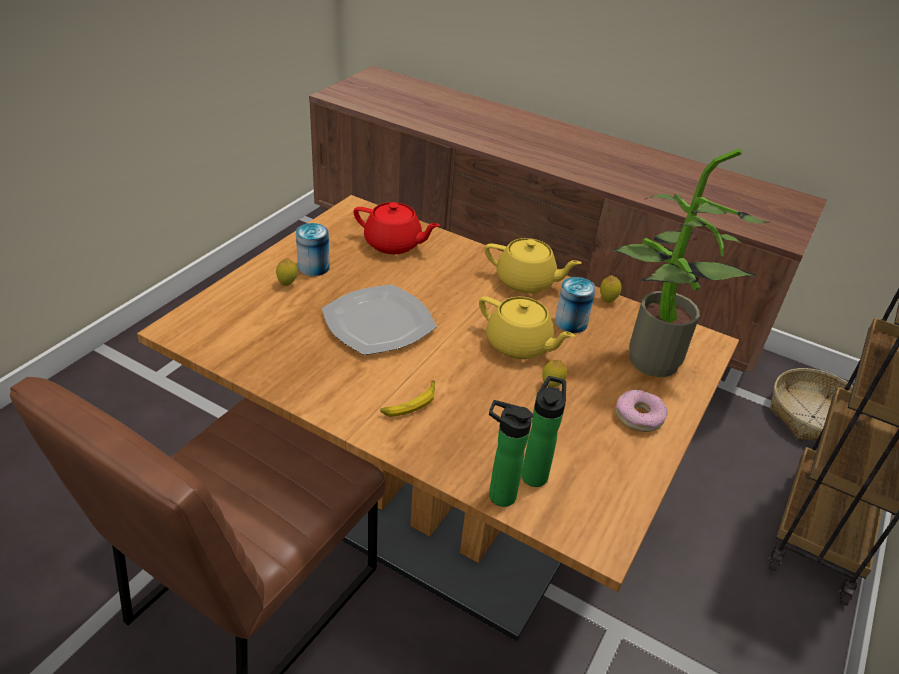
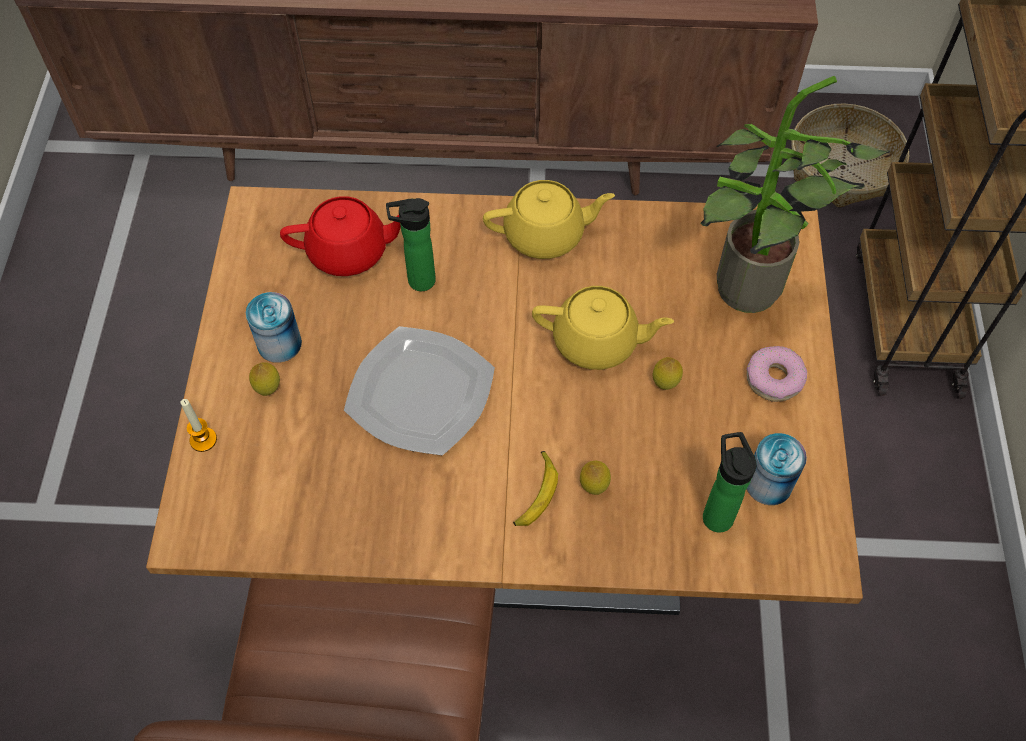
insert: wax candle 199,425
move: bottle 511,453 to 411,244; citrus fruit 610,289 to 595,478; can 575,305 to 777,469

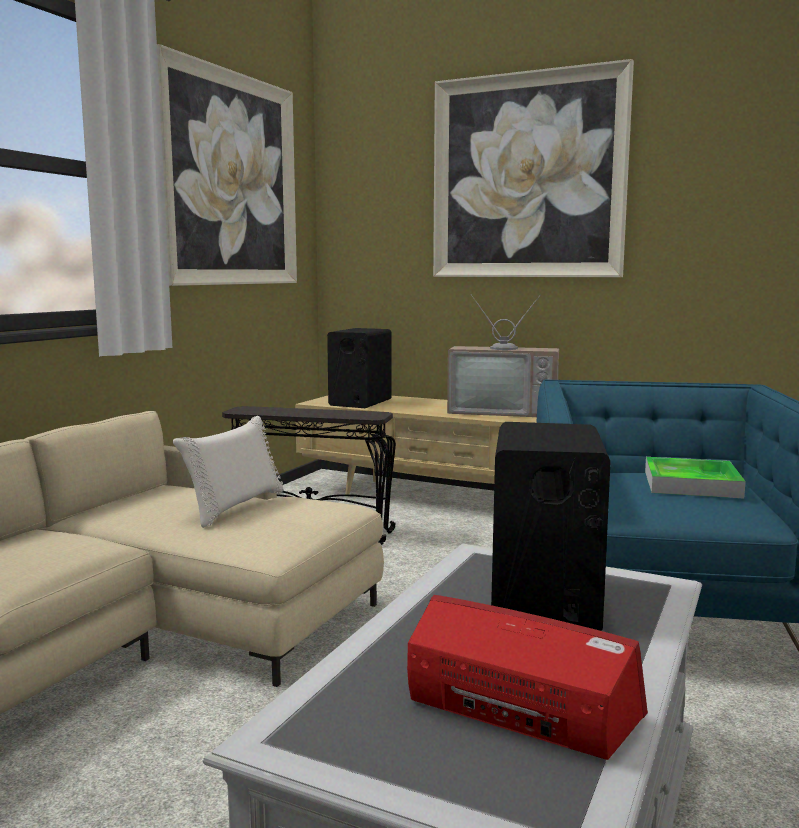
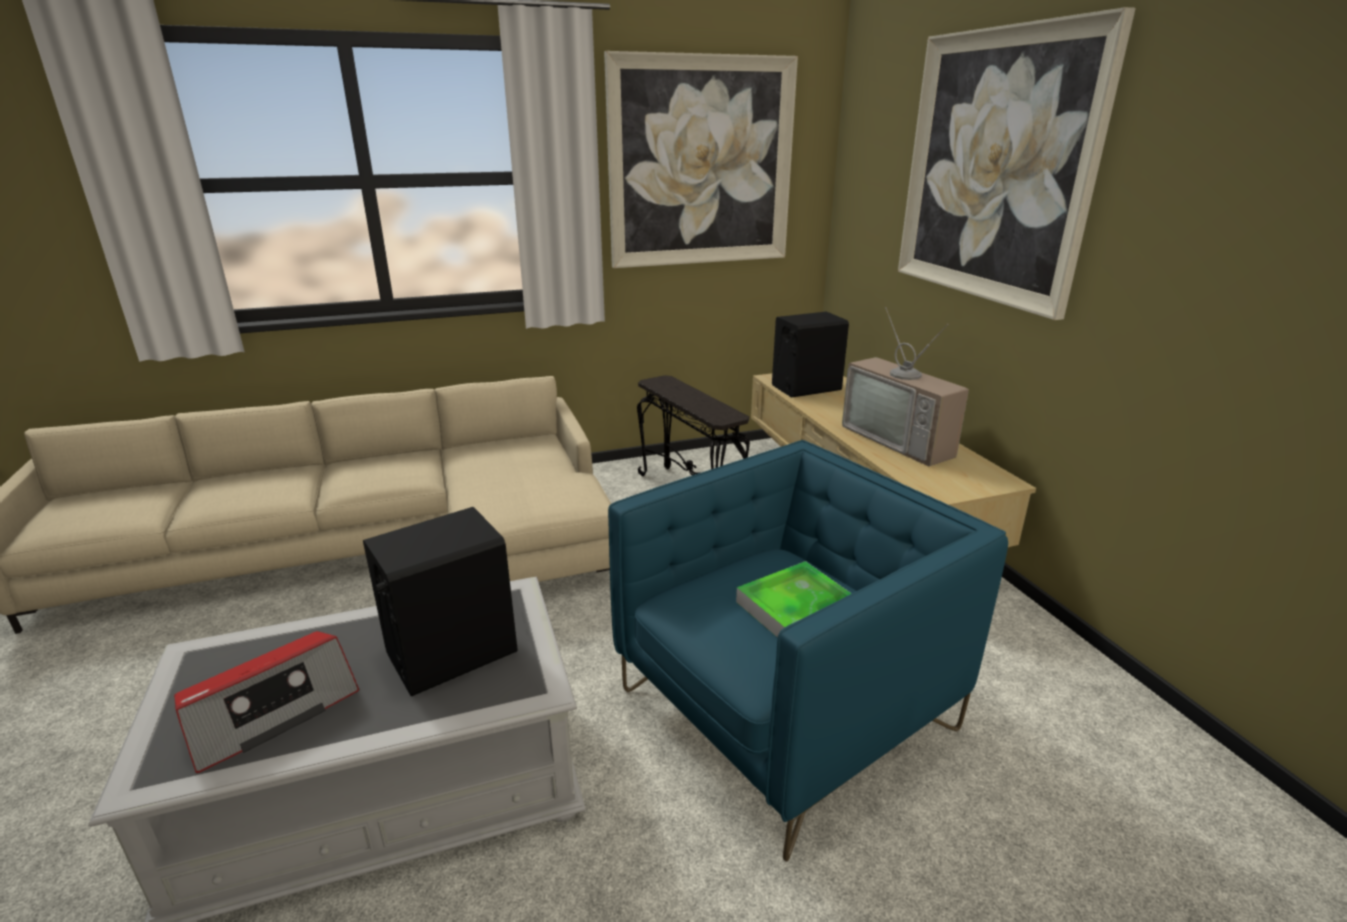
delete: whitish throw pillow 228,472
rotate: radio set 527,677 = 266,702 60 degrees clockwise

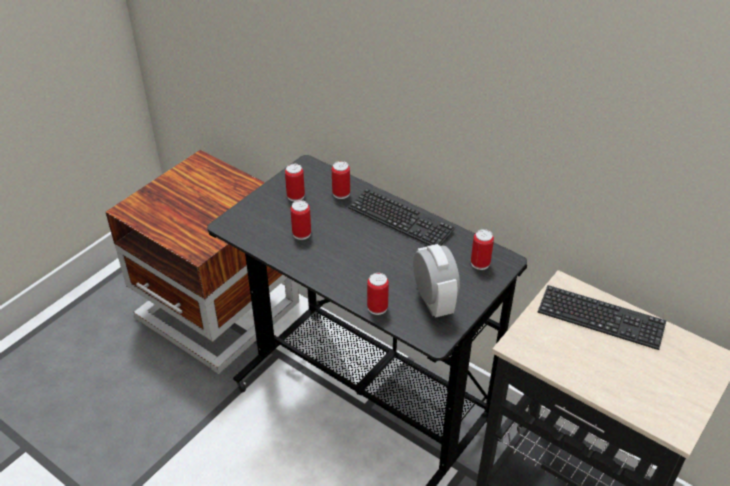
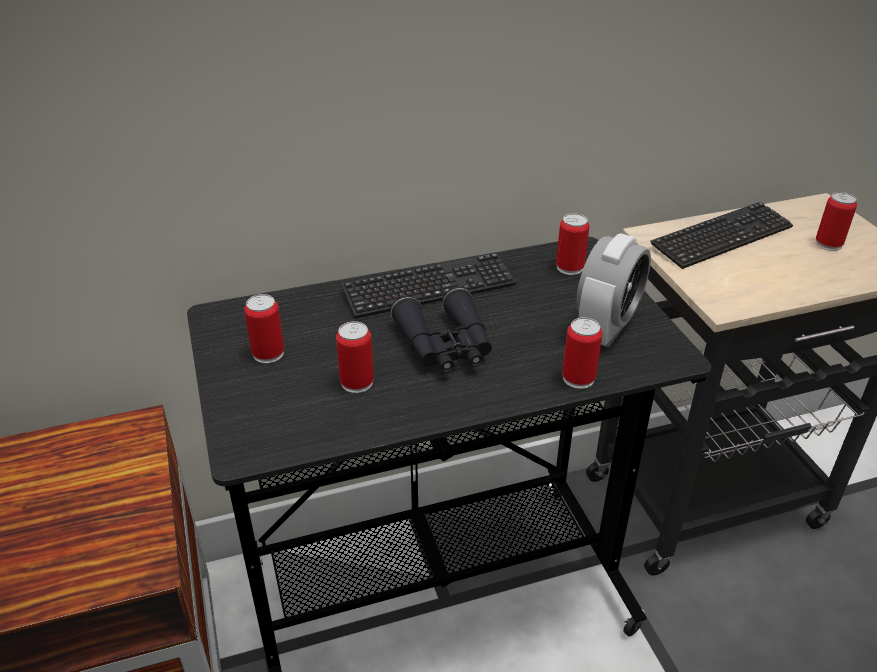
insert: blackish pair of binoculars 441,329
move: can 341,180 to 836,221
rotate: alarm clock 436,281 = 613,290 105 degrees clockwise

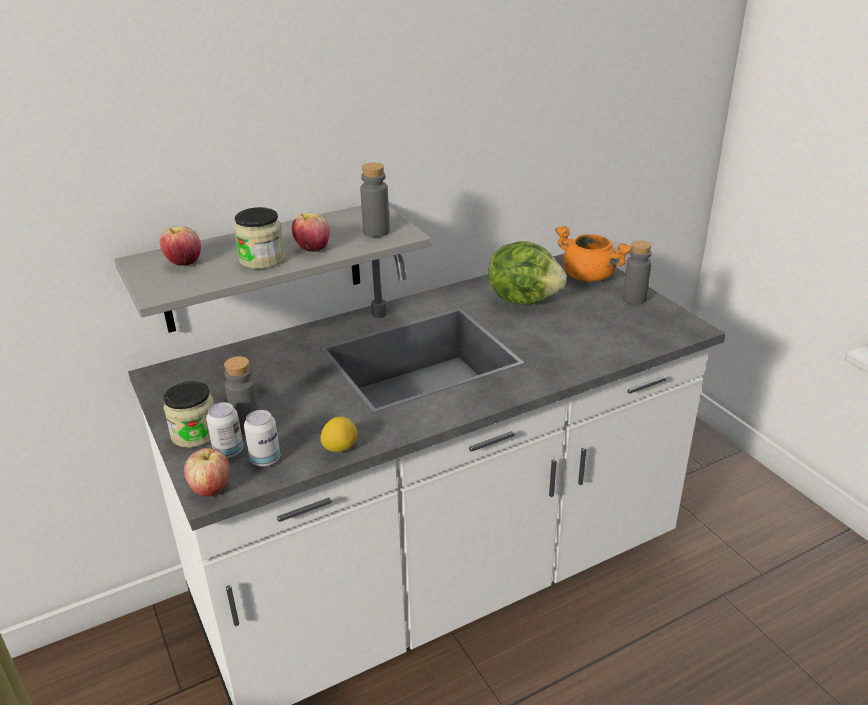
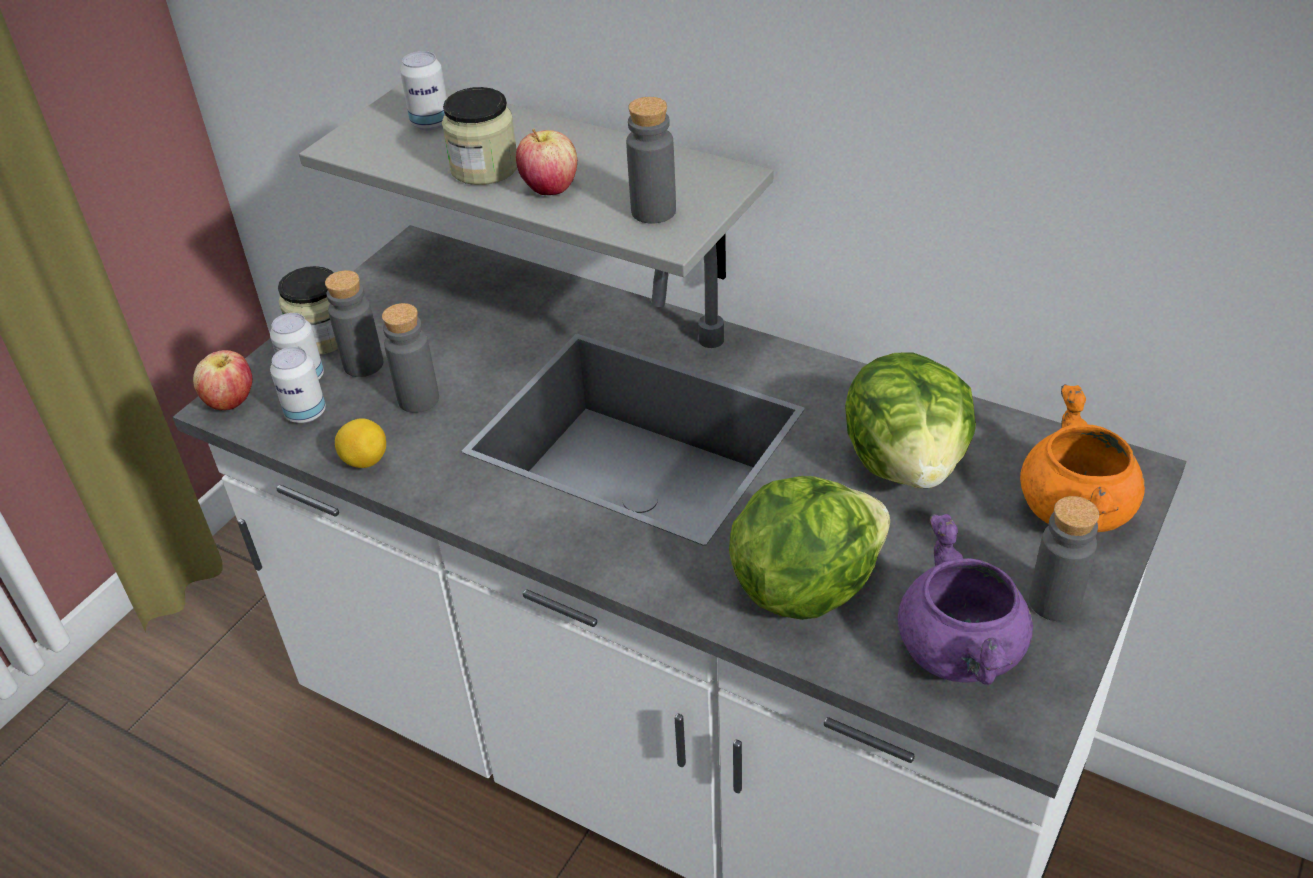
insert: greyish bottle 410,358; head of lettuce 809,548; purplish saucepot 965,599
replace: whole apple 180,246 to can 423,91

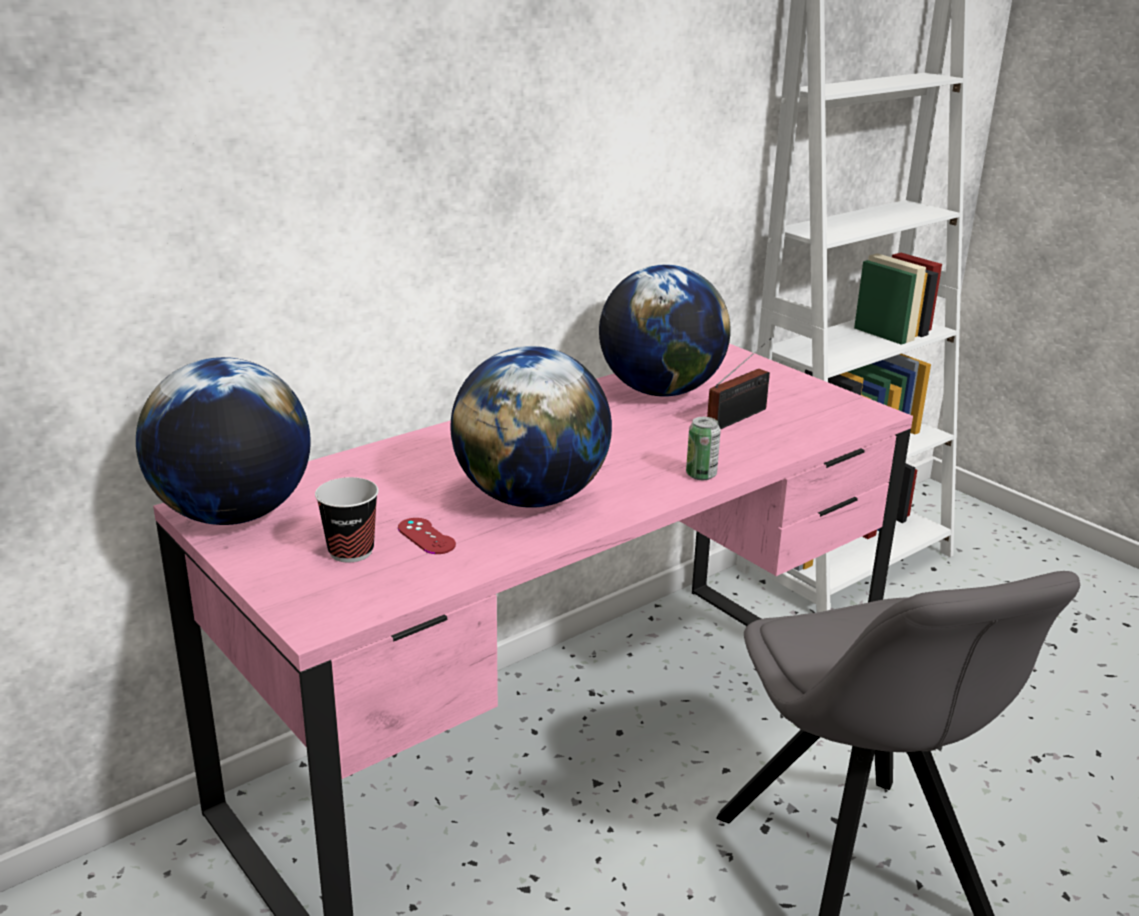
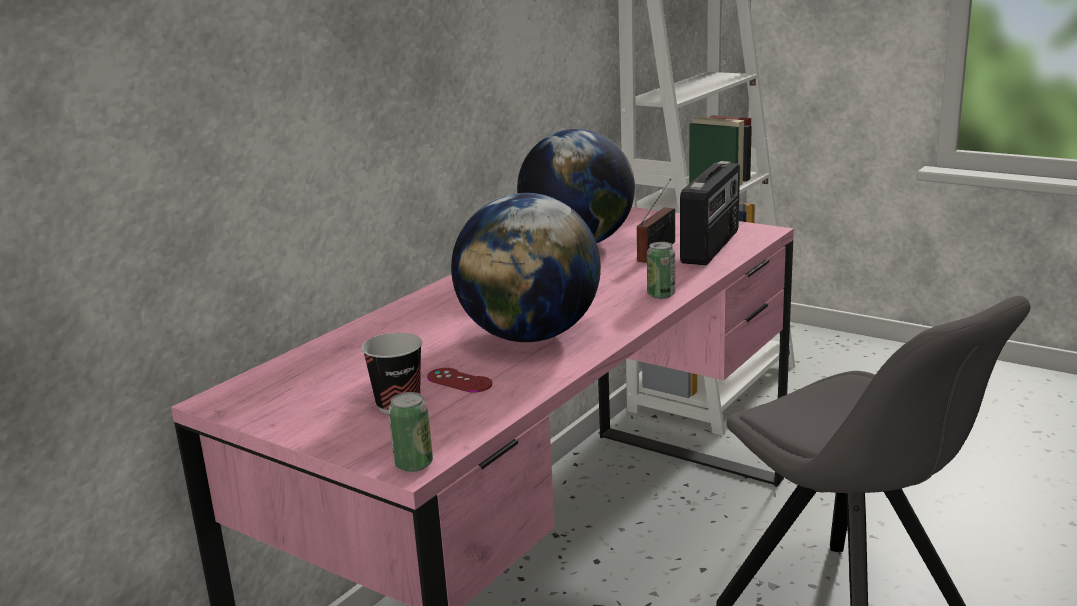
delete: desk globe 223,441
insert: can 410,432; radio set 710,213

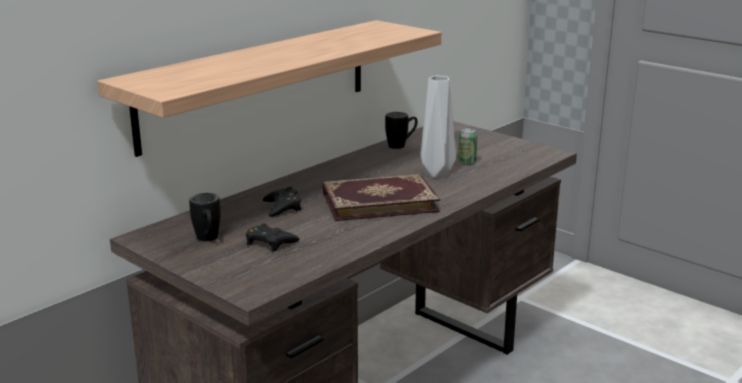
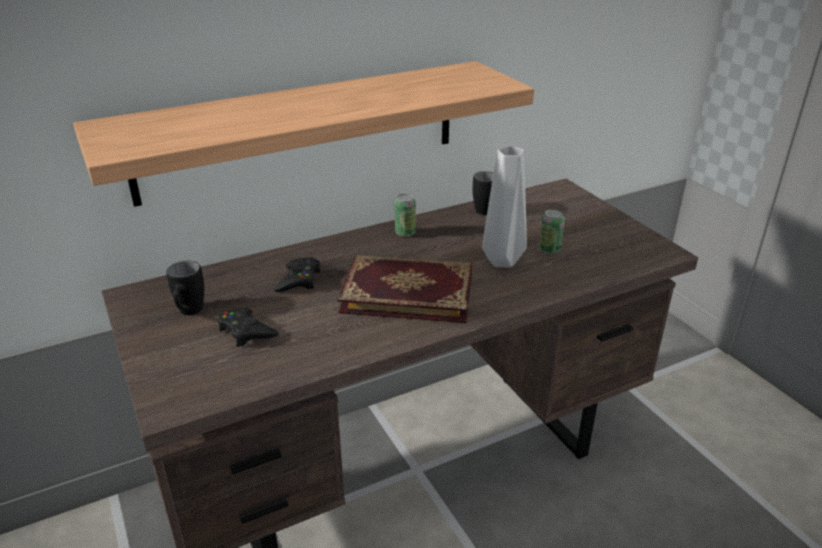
insert: can 405,215

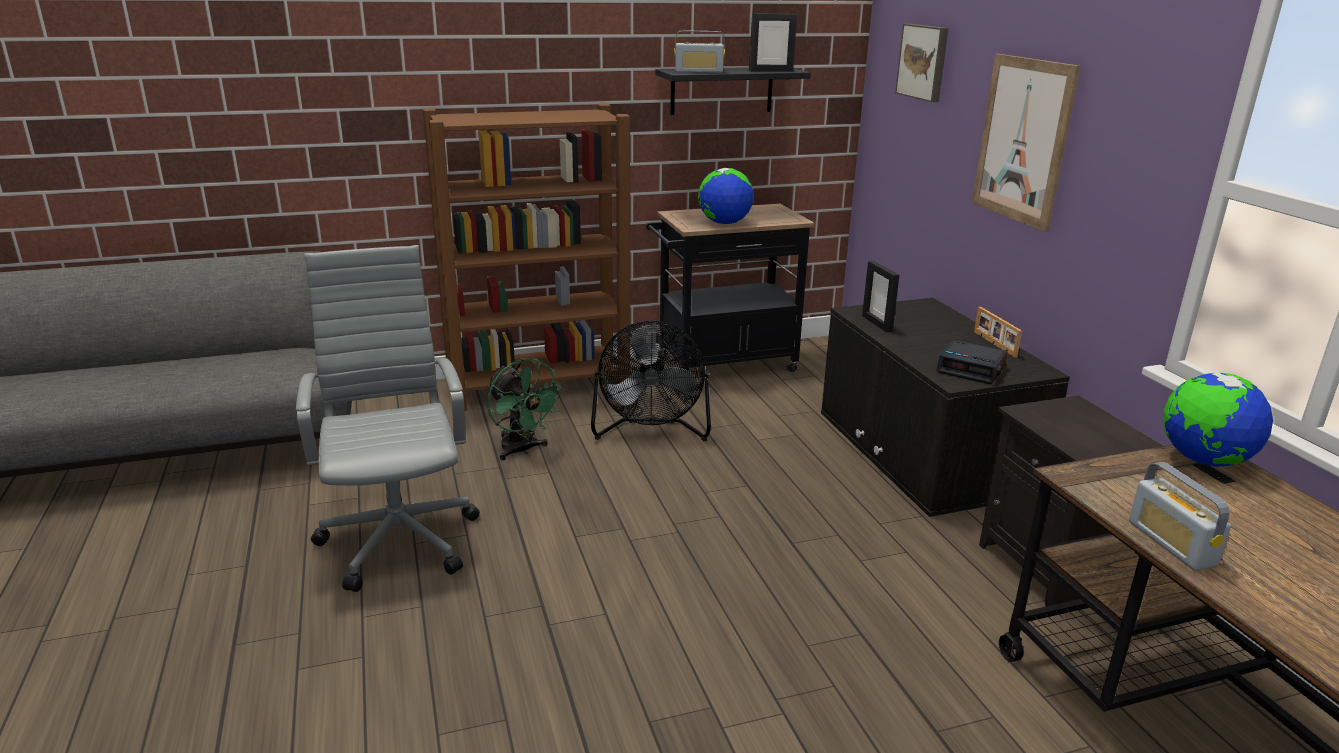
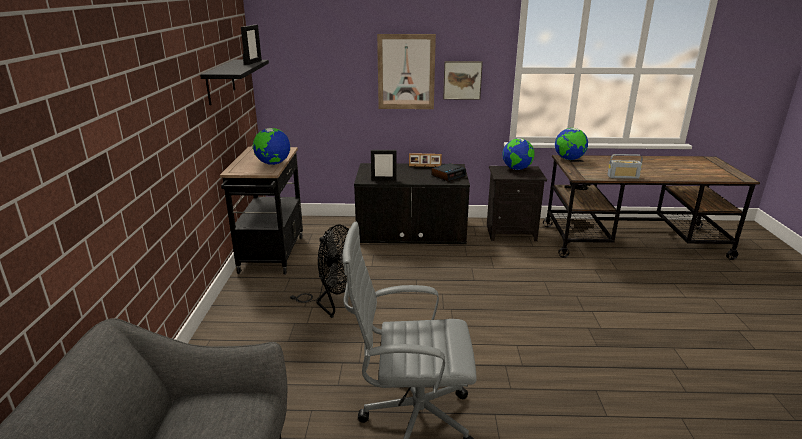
delete: brown-coloured bookcase 526,257; green fan 526,409; radio set 699,51
insert: desk globe 518,154
move: picture 922,63 to 463,80

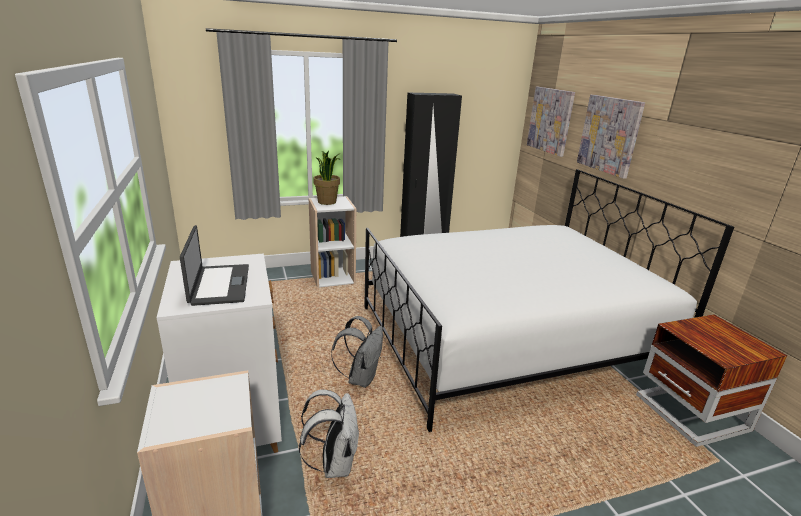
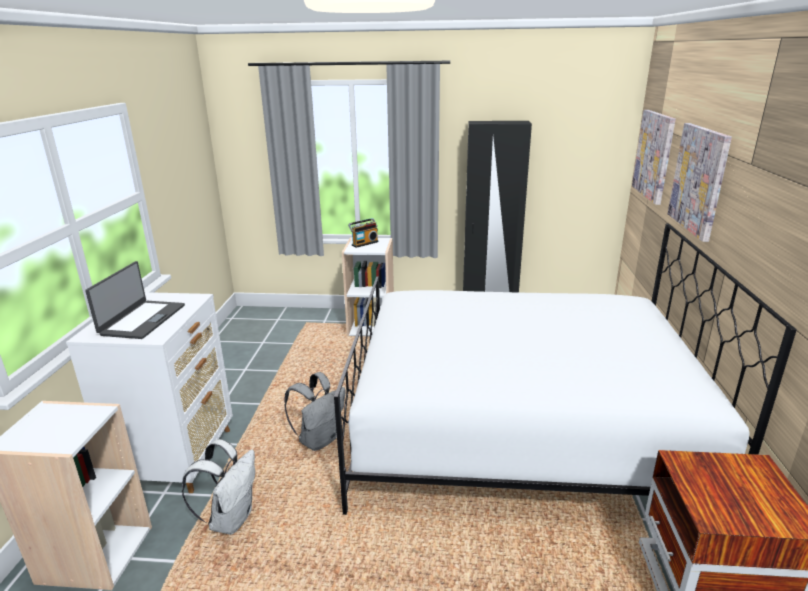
replace: potted plant 327,178 to radio set 363,233

